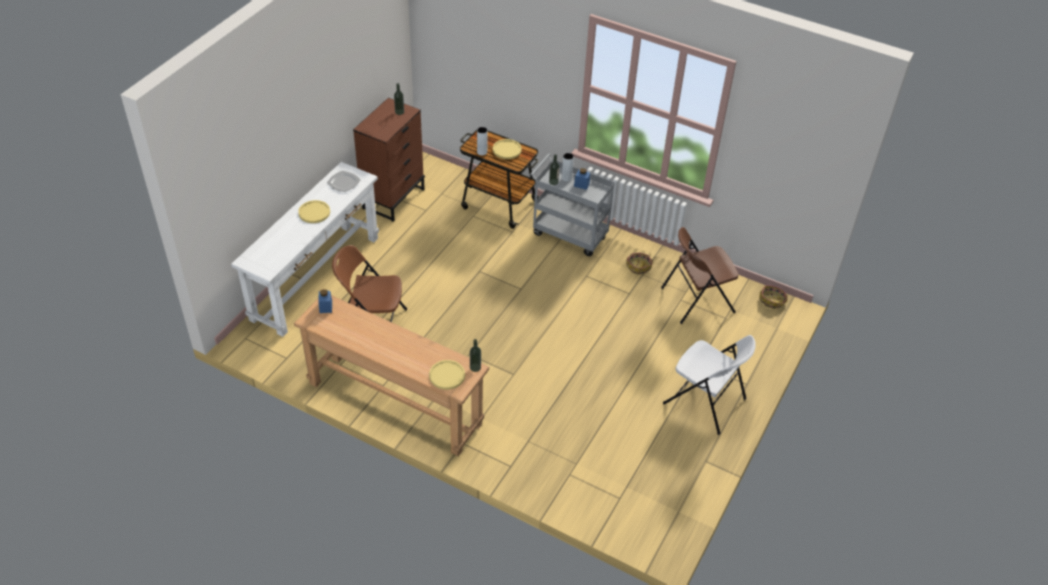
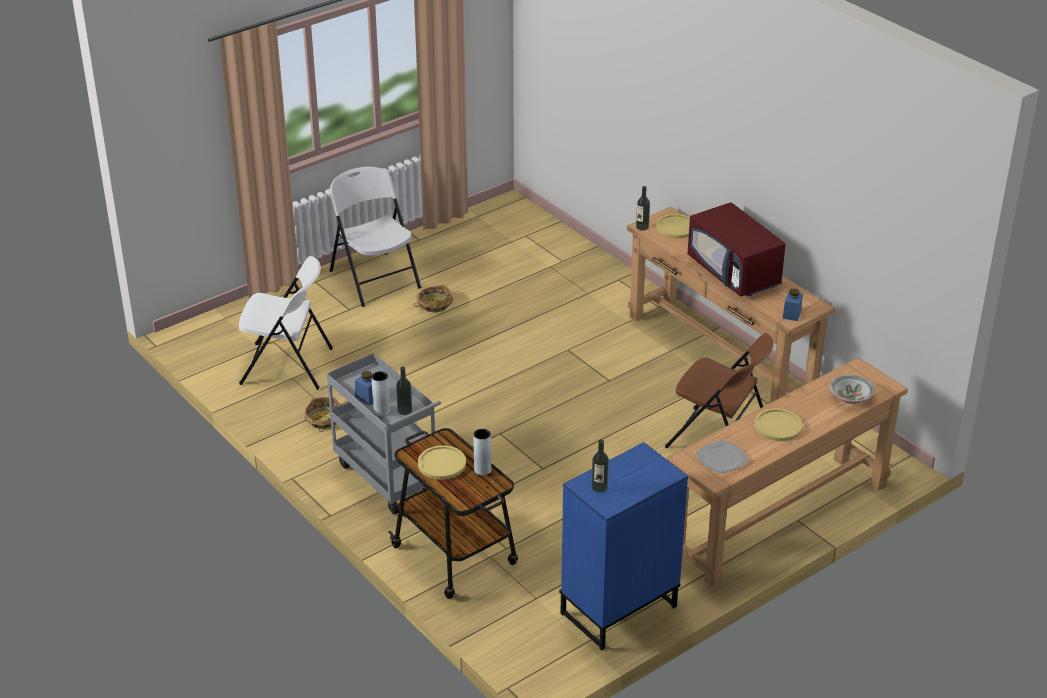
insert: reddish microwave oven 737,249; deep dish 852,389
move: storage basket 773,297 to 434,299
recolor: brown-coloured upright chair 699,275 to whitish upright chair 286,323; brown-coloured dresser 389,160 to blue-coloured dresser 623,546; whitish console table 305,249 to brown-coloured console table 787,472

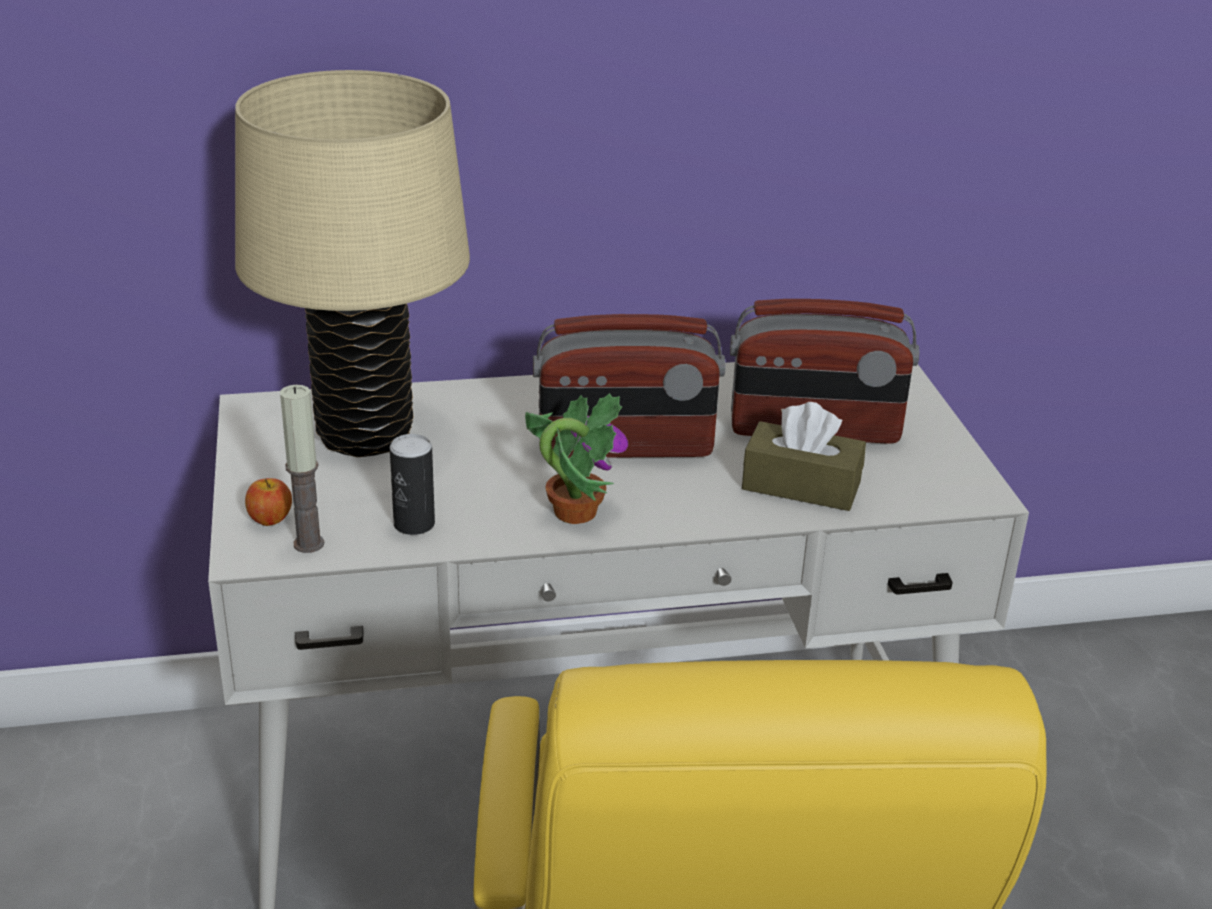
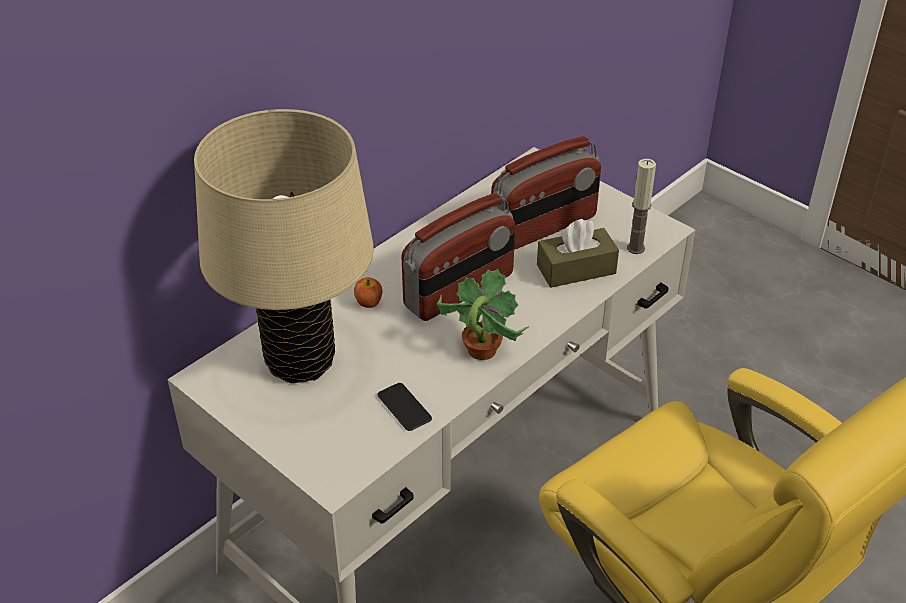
move: whole apple 268,502 to 368,292; wax candle 302,469 to 641,206
replace: can 412,484 to telephone 404,407

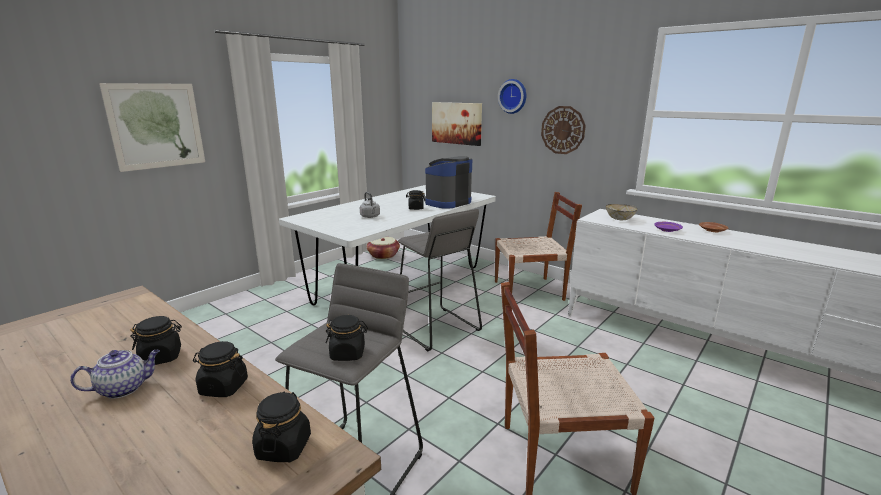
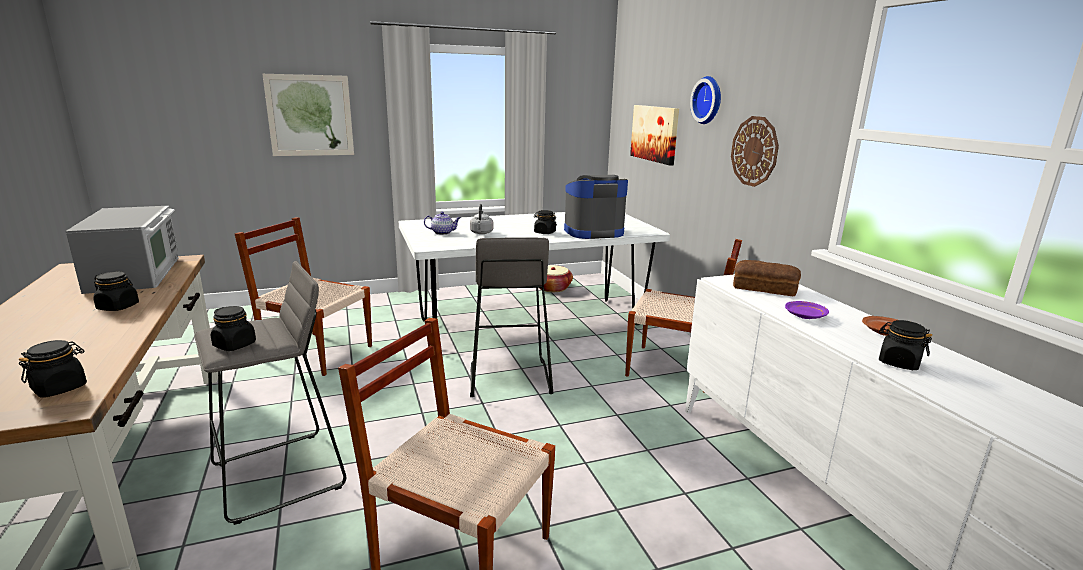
insert: microwave oven 122,250; upright chair 303,297
move: tea pot 115,374 to 442,223; blackish storage jar 220,369 to 905,345
replace: deep dish 622,212 to baked bread 767,278

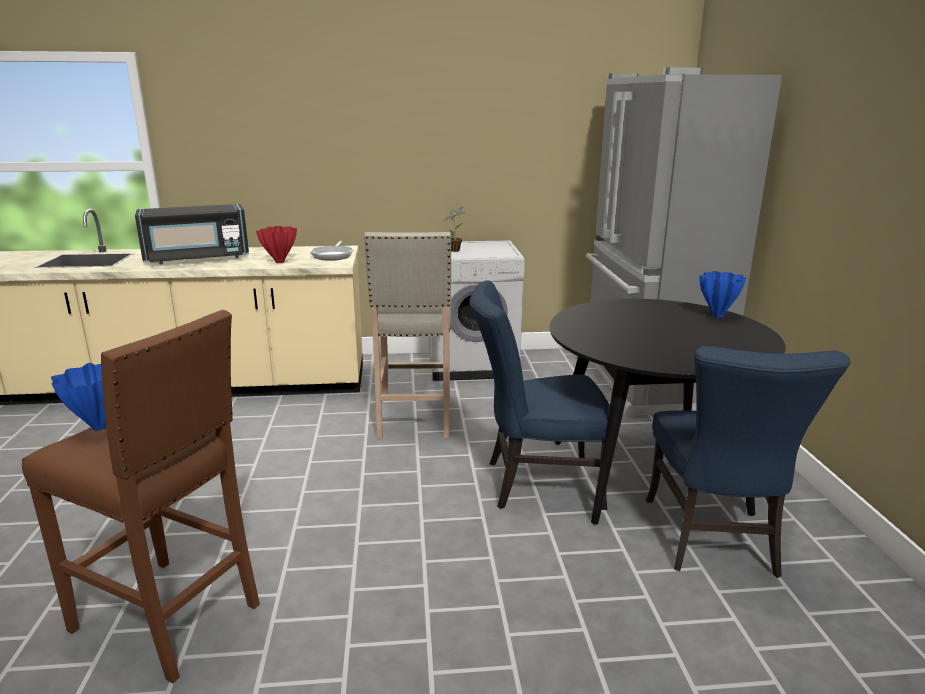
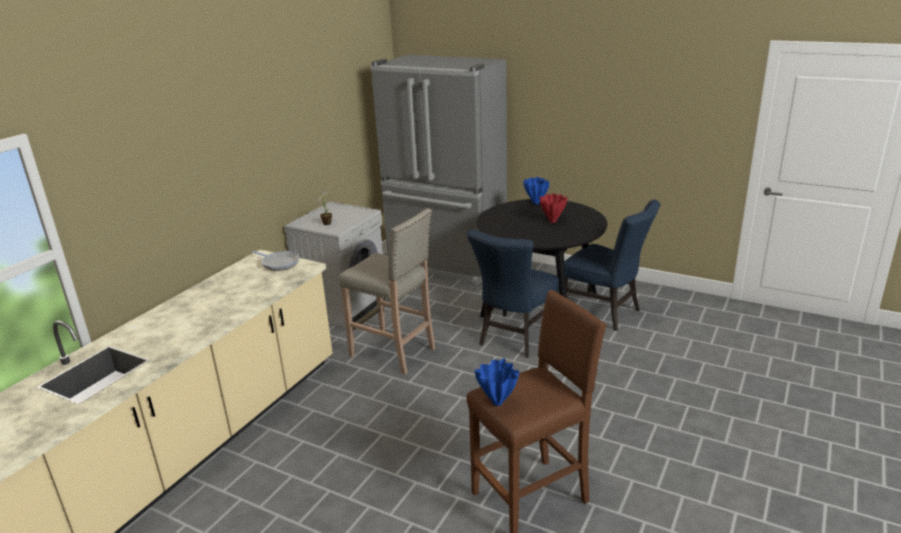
delete: blackish microwave oven 192,234
move: reddish decorative vase 276,244 to 554,208

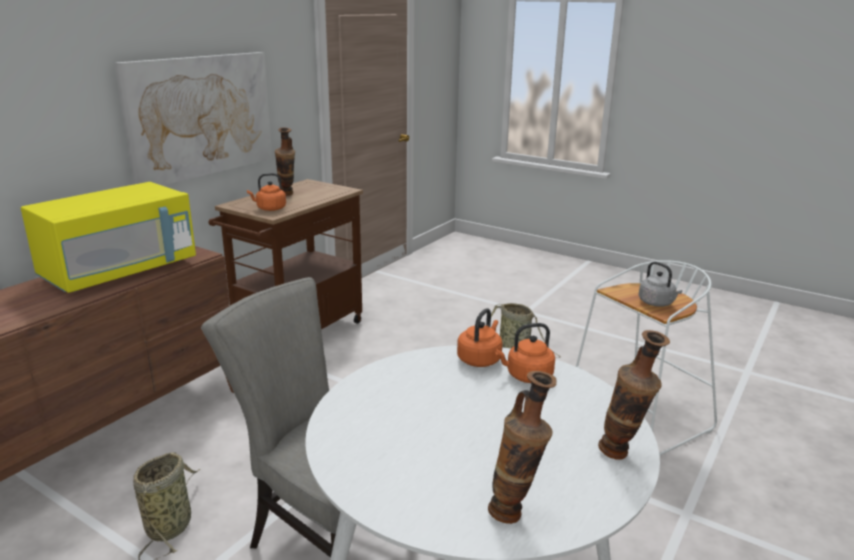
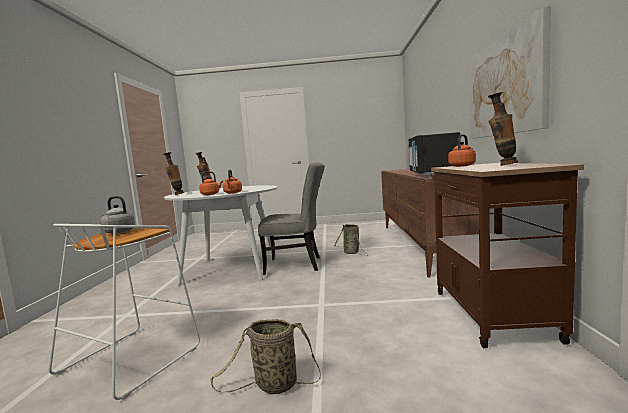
recolor: yellowish microwave oven 108,237 to blackish microwave oven 434,154

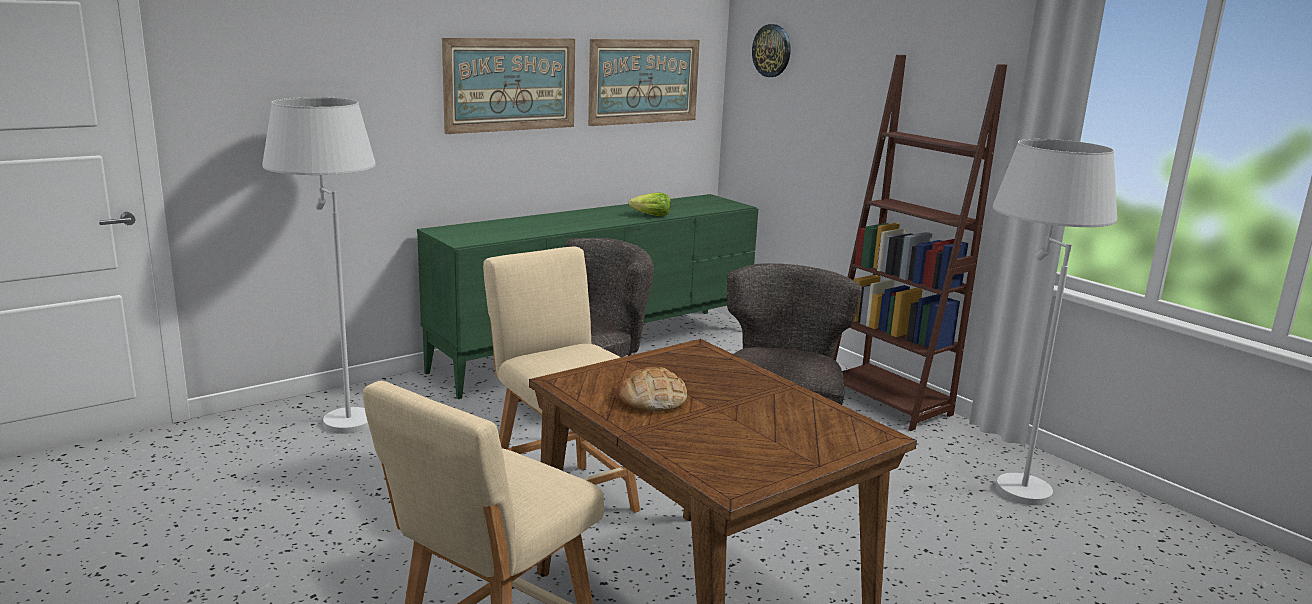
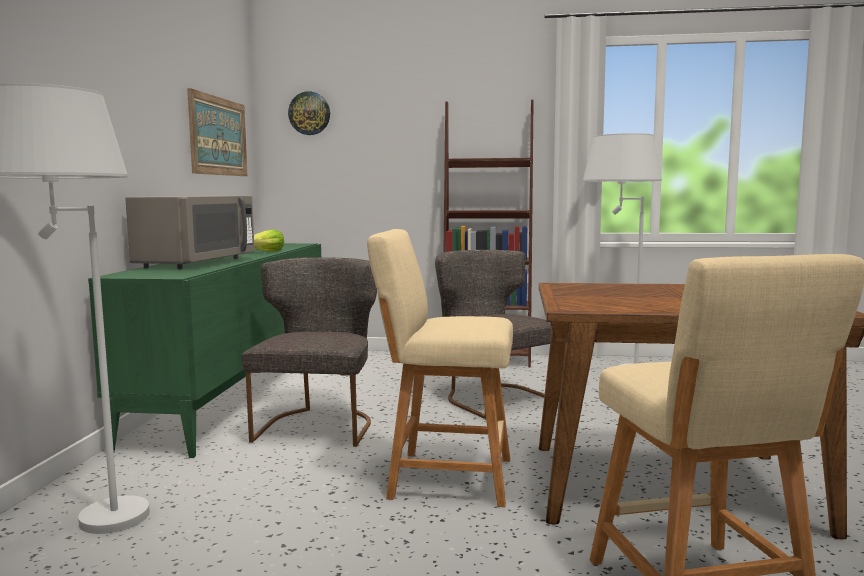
delete: picture 508,86; baked bread 651,389
insert: greyish microwave oven 190,232

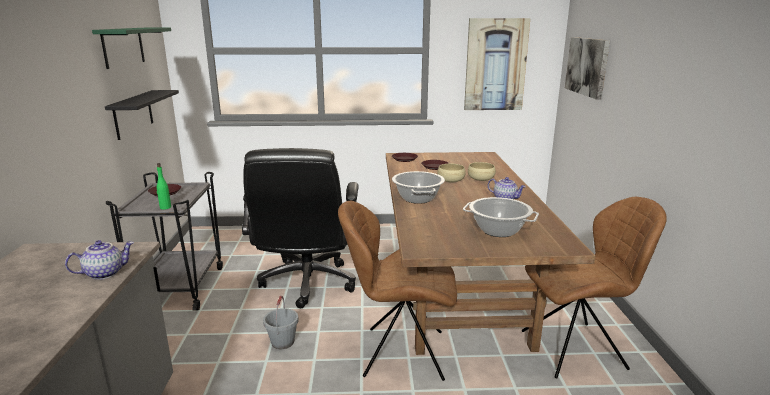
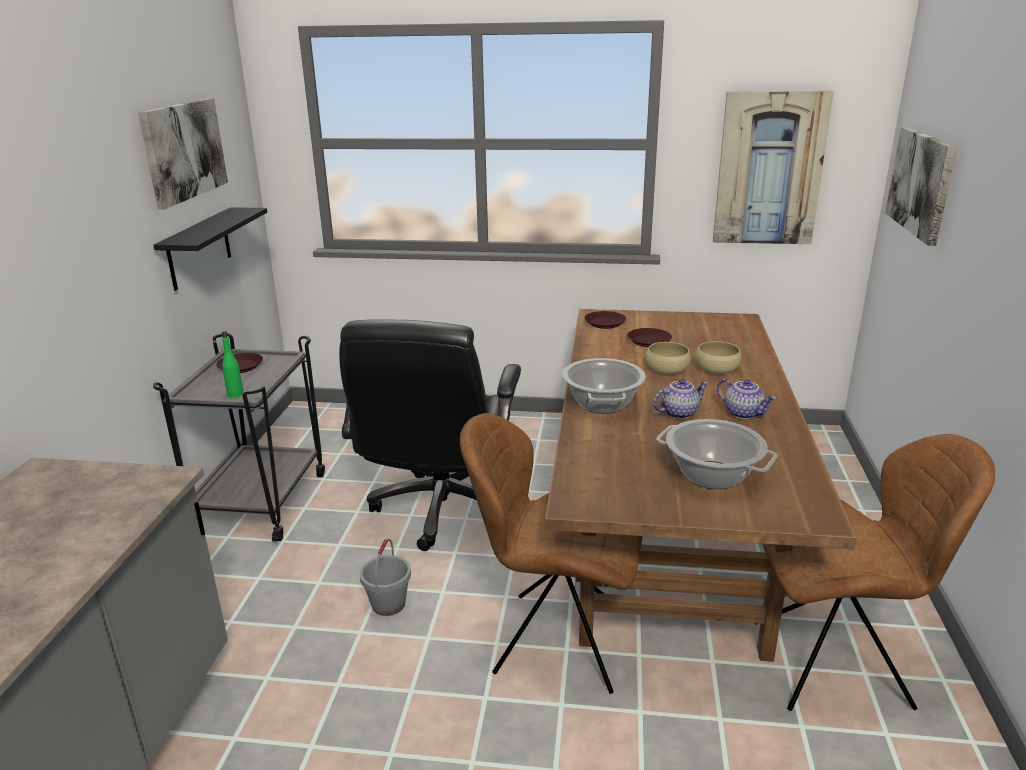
move: tea pot 99,260 to 680,399
replace: green wall shelf 131,48 to picture 183,153

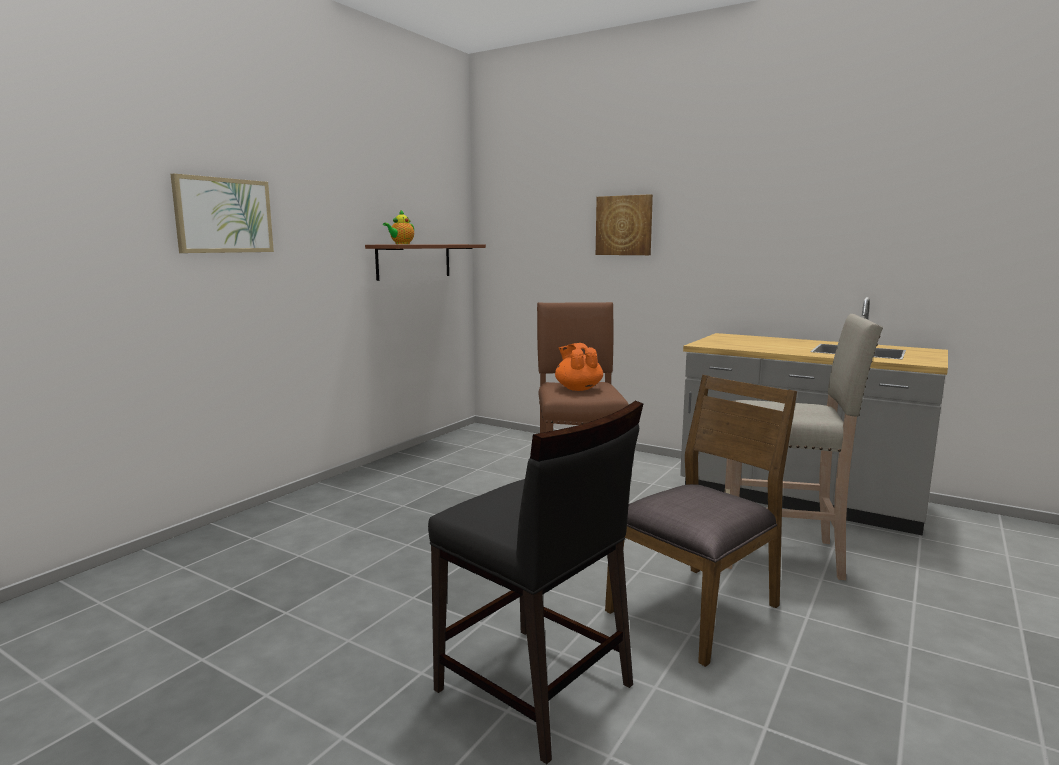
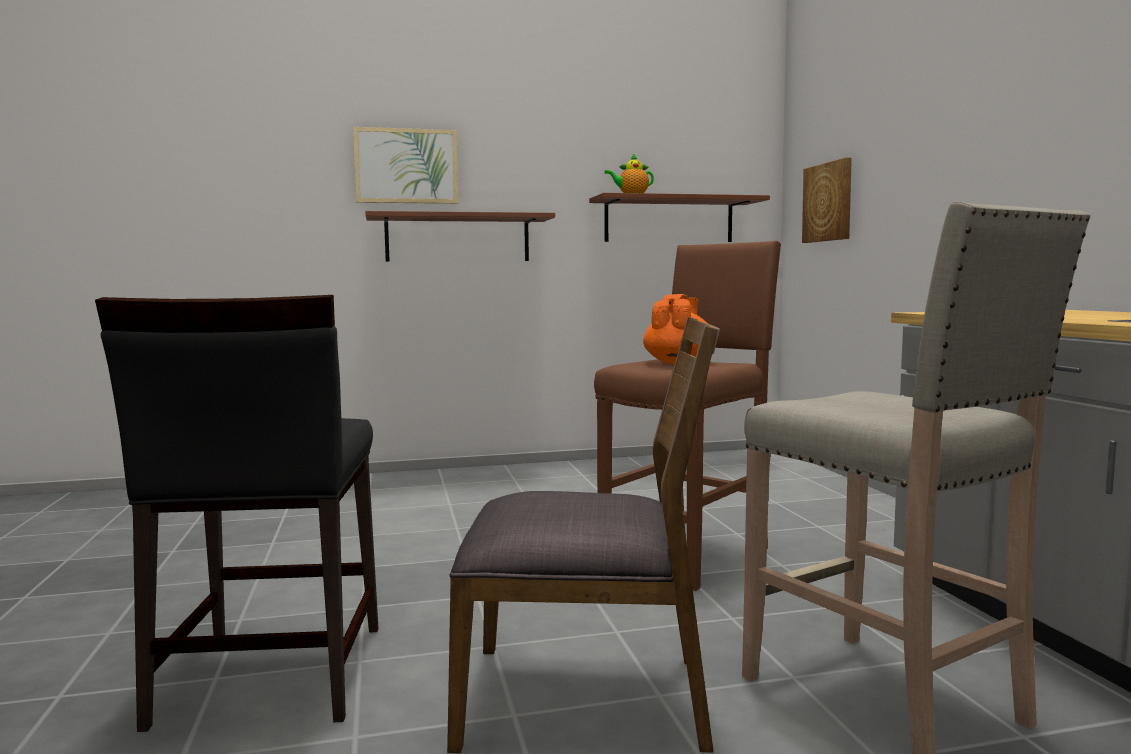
insert: brown-coloured wall shelf 460,236
move: picture 624,224 to 827,200

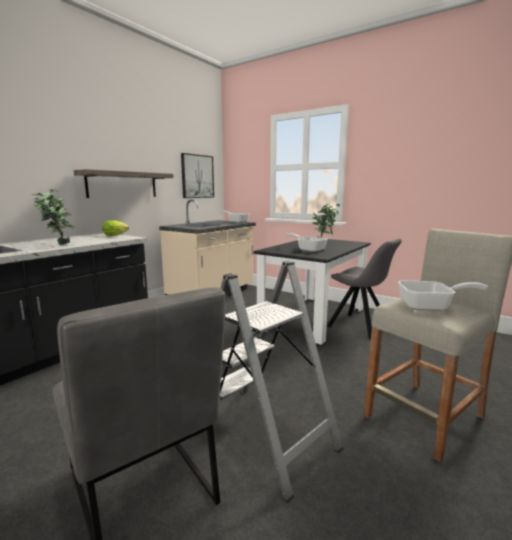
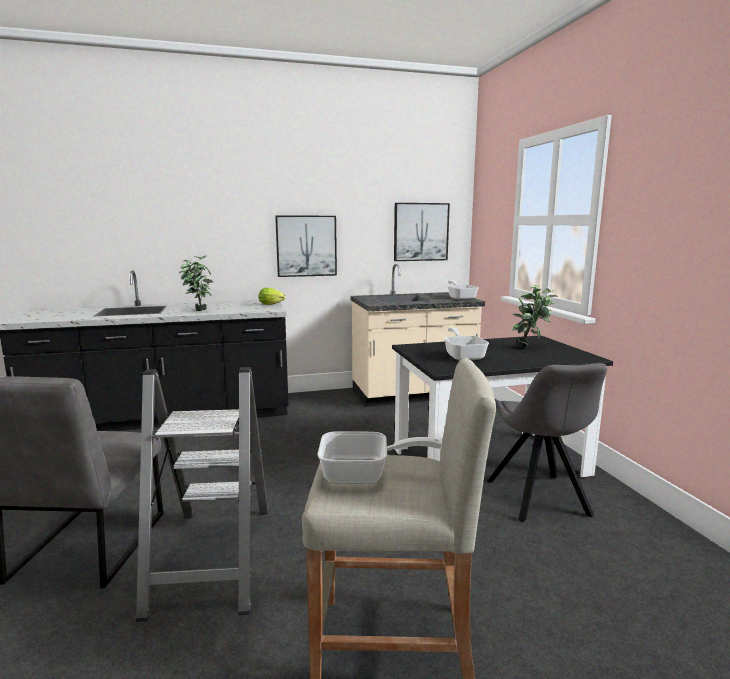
replace: wall shelf 124,183 to picture 306,246
rotate: pan 443,296 = 380,457 45 degrees counterclockwise

